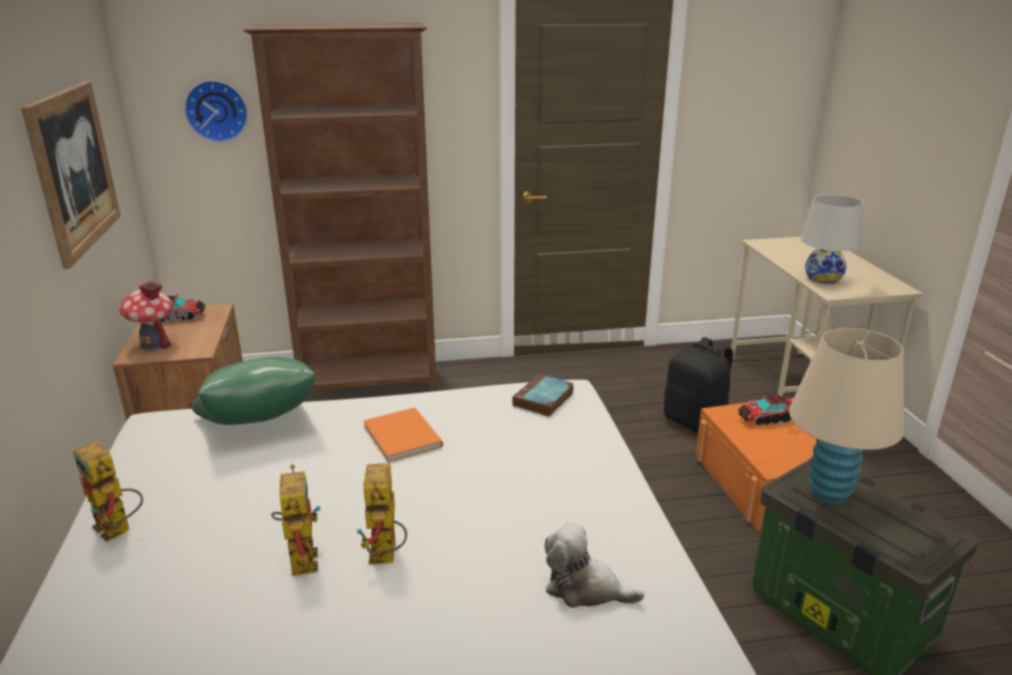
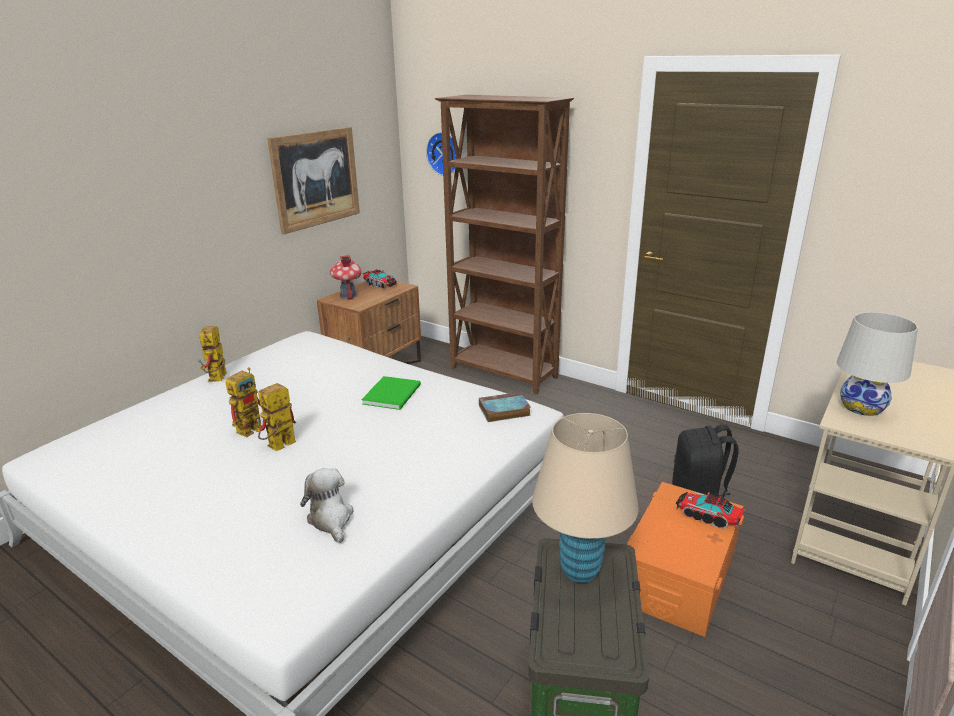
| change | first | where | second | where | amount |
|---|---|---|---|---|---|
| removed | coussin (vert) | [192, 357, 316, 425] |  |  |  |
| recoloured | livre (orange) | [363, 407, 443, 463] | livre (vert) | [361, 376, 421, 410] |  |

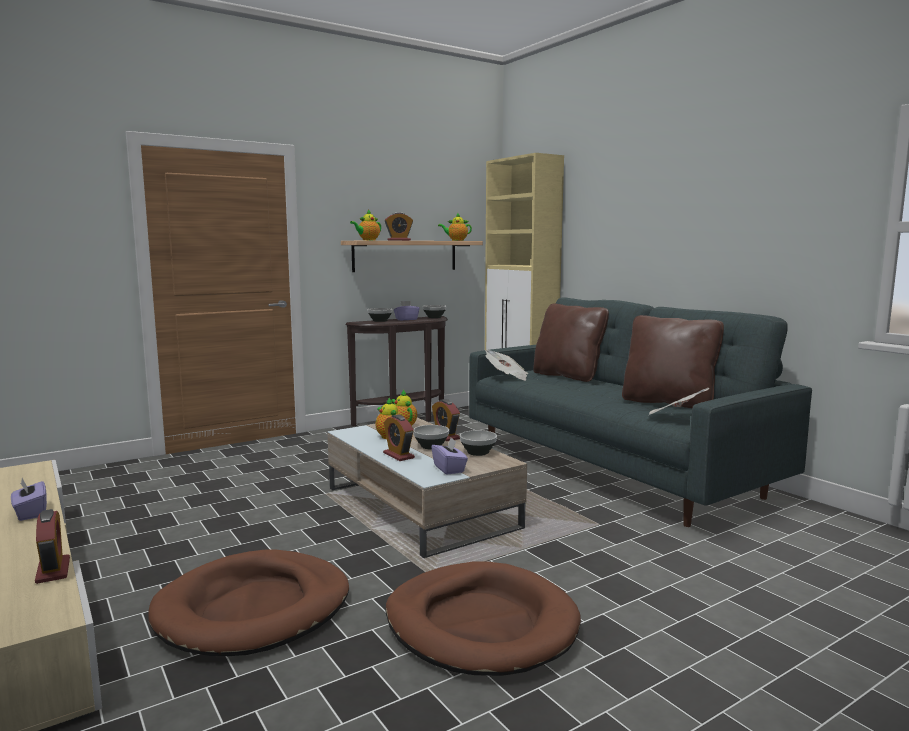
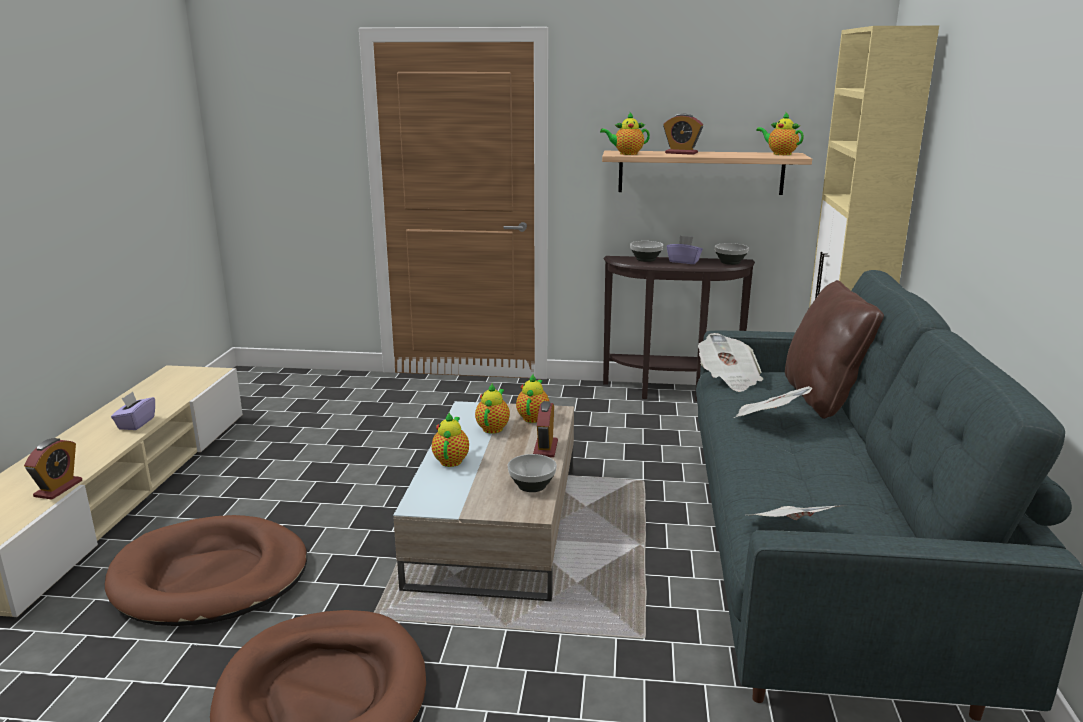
| change | first | where | second | where | amount |
|---|---|---|---|---|---|
| replaced | réveil | [383, 414, 415, 461] | théière | [432, 412, 469, 467] |  |
| removed | bol | [413, 425, 449, 449] |  |  |  |
| removed | boîte à mouchoirs (violet) | [431, 438, 468, 475] |  |  |  |
| removed | coussin (marron) | [622, 315, 724, 408] |  |  |  |
| added |  |  | journal | [734, 386, 812, 418] |  |

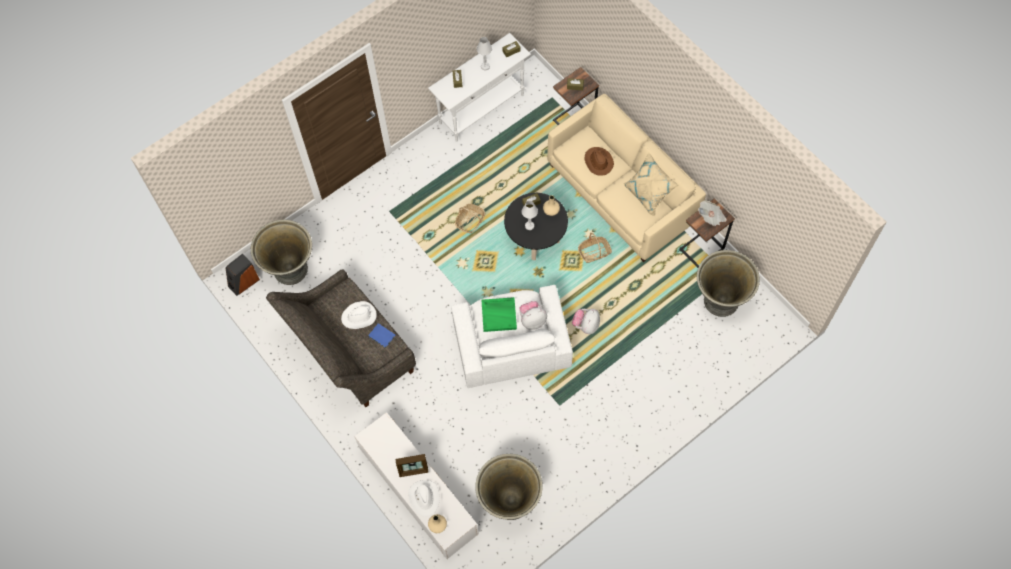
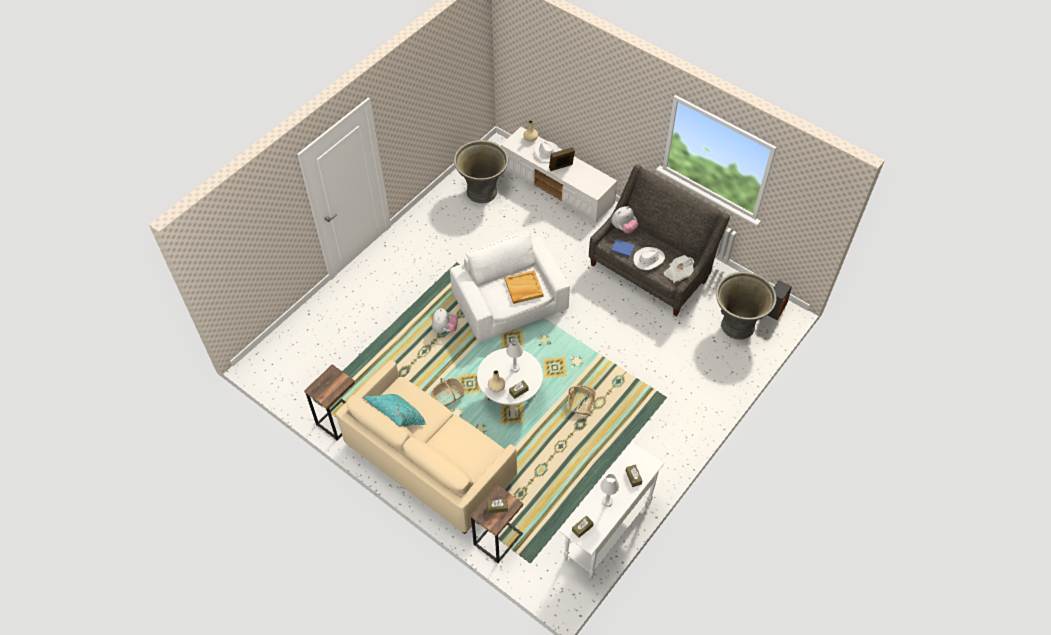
| change | first | where | second | where | amount |
|---|---|---|---|---|---|
| recoloured | plateau (vert) | [481, 297, 517, 332] | plateau (beige) | [505, 270, 543, 304] |  |
| recoloured | table basse (noir) | [504, 193, 568, 260] | table basse (blanc) | [477, 348, 543, 418] |  |
| moved | peluche | [519, 301, 547, 330] |  | [611, 206, 638, 233] |  |
| removed | chapeau (marron) | [585, 147, 614, 176] |  |  |  |
| recoloured | coussin (beige) | [623, 152, 679, 216] | coussin (turquoise) | [364, 394, 426, 426] |  |
| removed | cache-pot (gris) | [697, 250, 760, 317] |  |  |  |
| moved | journal | [698, 200, 727, 226] |  | [664, 255, 694, 283] |  |

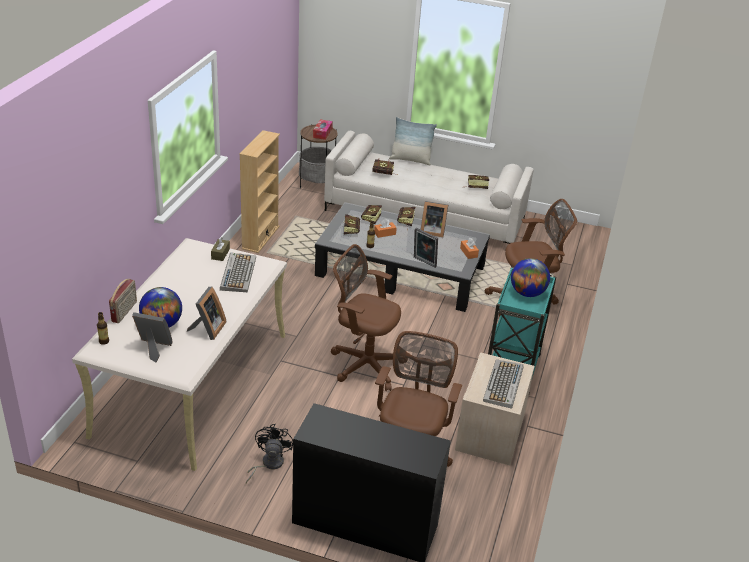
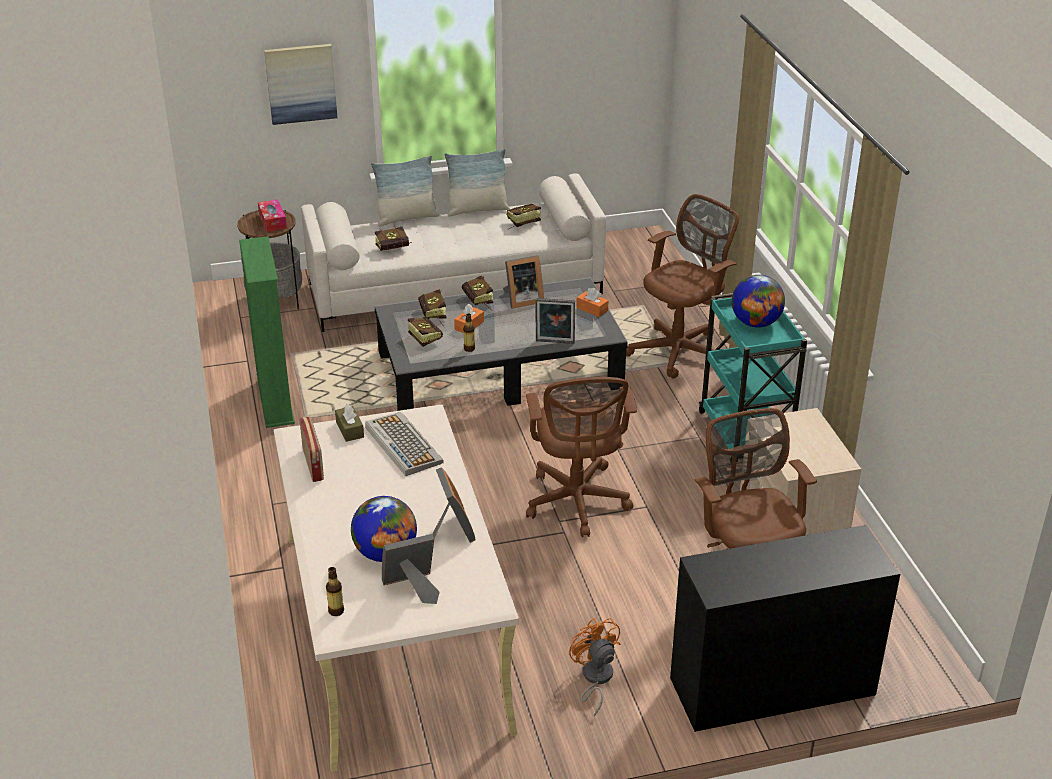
| change | first | where | second | where | amount |
|---|---|---|---|---|---|
| moved | radio | [109, 279, 137, 323] |  | [299, 417, 324, 482] |  |
| recoloured | bibliothèque (beige) | [239, 130, 280, 253] | bibliothèque (vert) | [239, 236, 295, 428] |  |
| recoloured | ventilateur (noir) | [246, 424, 293, 483] | ventilateur (orange) | [569, 618, 621, 716] |  |
| turned | chaise de bureau (marron) | [331, 244, 401, 391] |  | [526, 377, 637, 537] | 90 degrees counterclockwise |
| removed | clavier | [483, 359, 524, 409] |  |  |  |
| added |  |  | tableau | [264, 44, 337, 125] |  |
| added |  |  | coussin | [444, 149, 510, 216] |  |

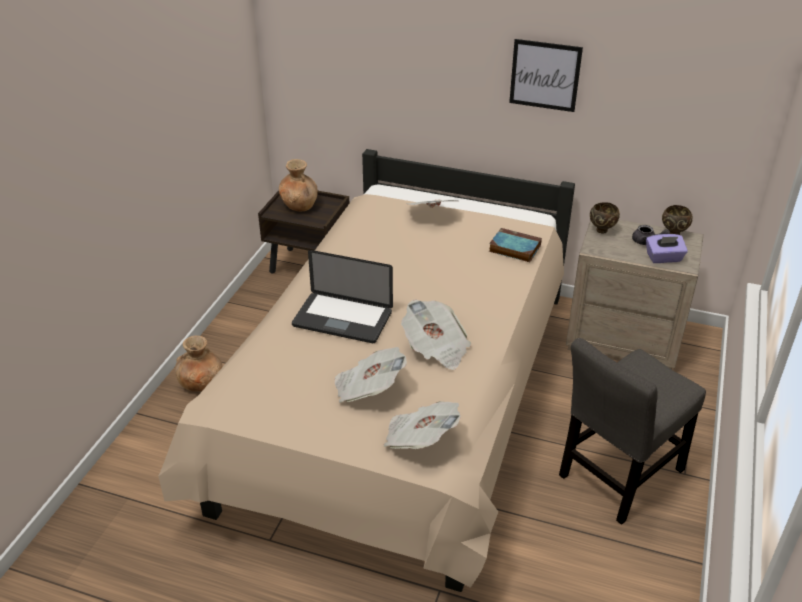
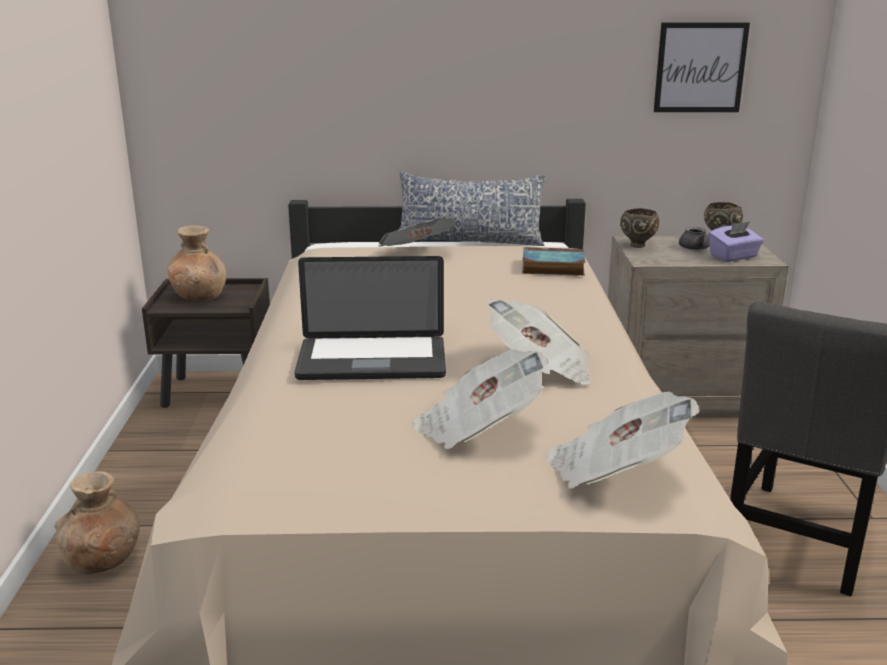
| change | first | where | second | where | amount |
|---|---|---|---|---|---|
| moved | tableau | [509, 39, 583, 112] |  | [654, 22, 750, 112] |  |
| added |  |  | coussin | [399, 172, 546, 246] |  |

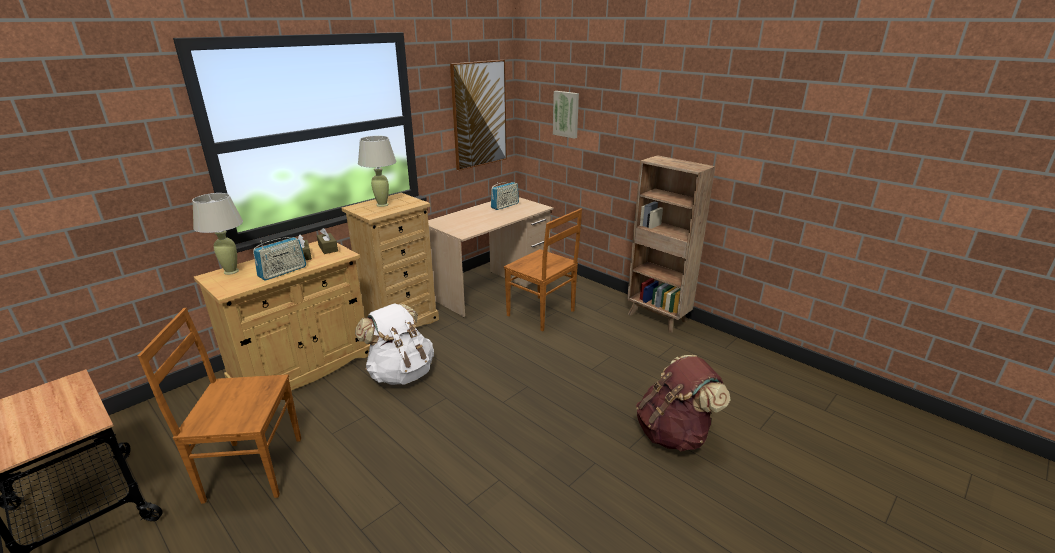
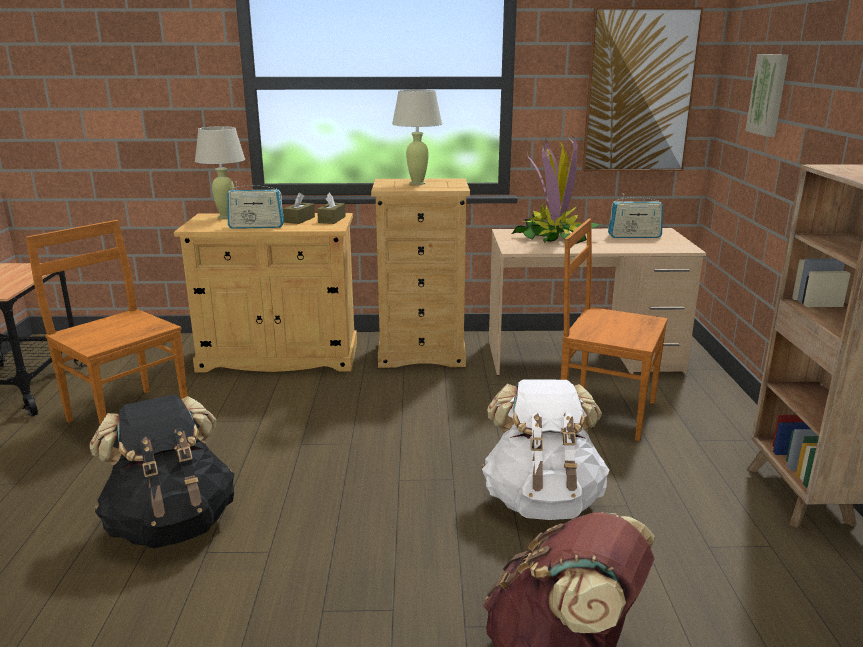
| change | first | where | second | where | amount |
|---|---|---|---|---|---|
| moved | sac à dos (blanc) | [355, 303, 434, 385] |  | [482, 379, 609, 520] |  |
| turned | chaise (marron) | [504, 208, 582, 332] |  | [561, 219, 668, 441] | 120 degrees clockwise |
| added |  |  | sac à dos (noir) | [90, 395, 235, 548] |  |
| added |  |  | plante en pot | [512, 133, 601, 244] |  |

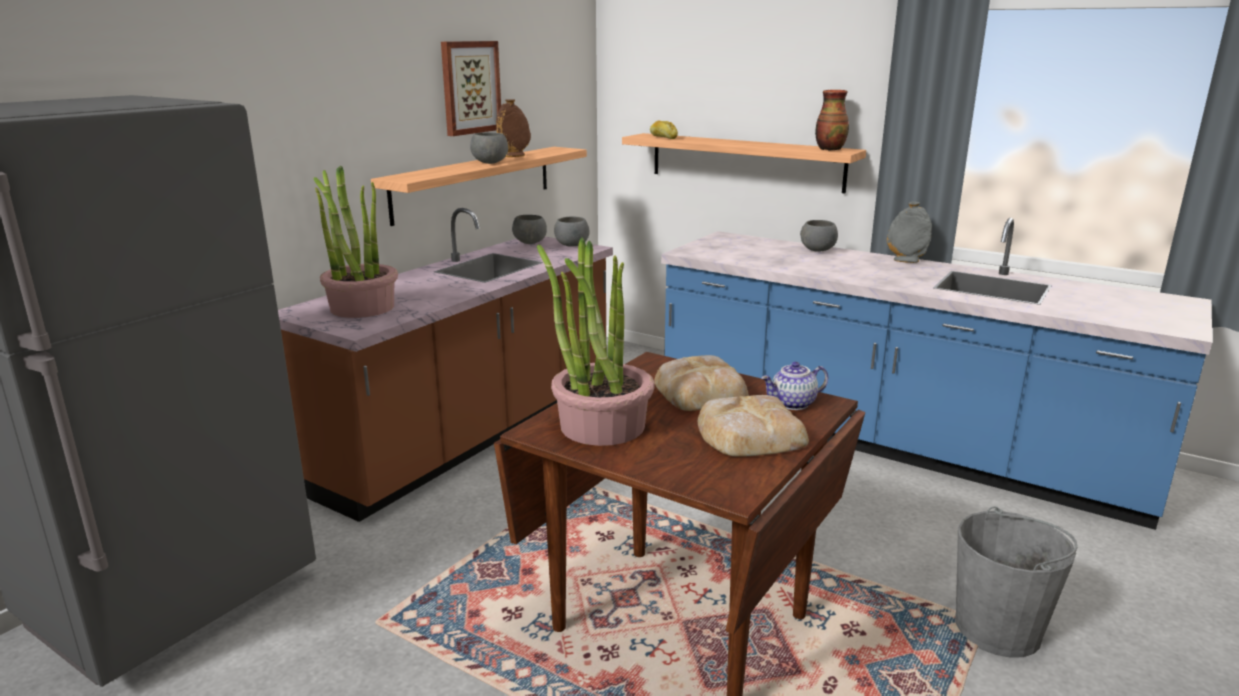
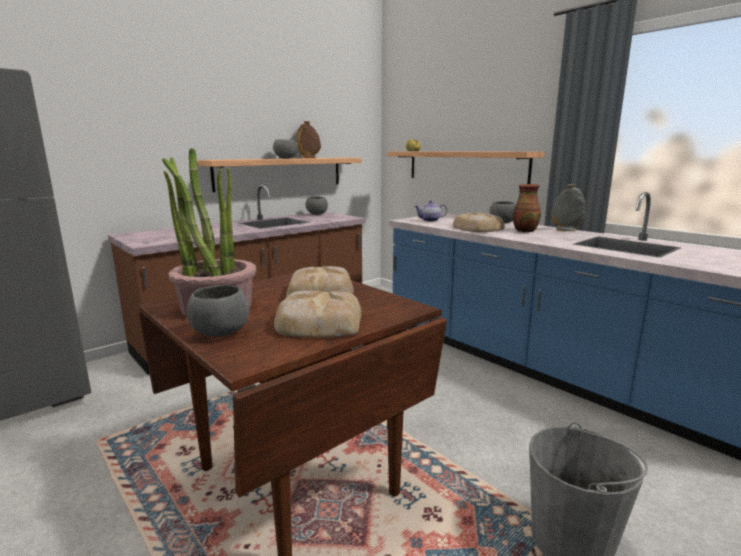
| change | first | where | second | where | amount |
|---|---|---|---|---|---|
| removed | plante en pot | [313, 166, 398, 318] |  |  |  |
| removed | tableau | [441, 41, 501, 136] |  |  |  |
| moved | bol (gris) | [554, 217, 590, 247] |  | [187, 285, 250, 336] |  |
| moved | théière | [761, 362, 828, 410] |  | [414, 201, 447, 222] |  |
| moved | vase | [815, 90, 849, 151] |  | [513, 184, 541, 232] |  |
| added |  |  | pain | [453, 212, 505, 232] |  |

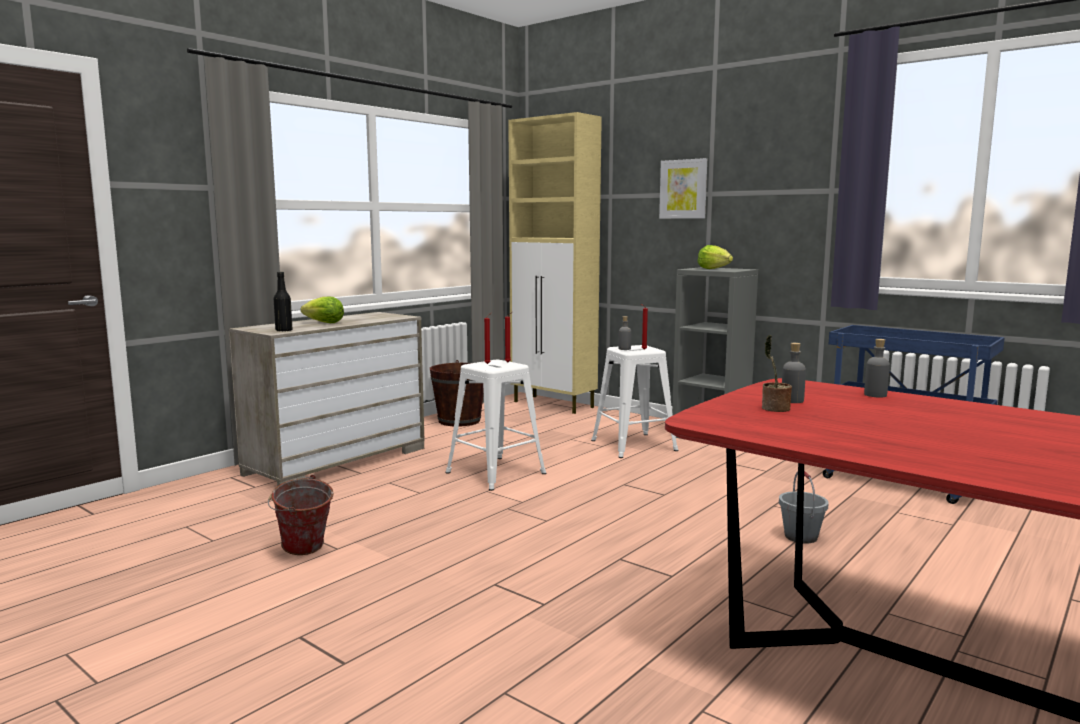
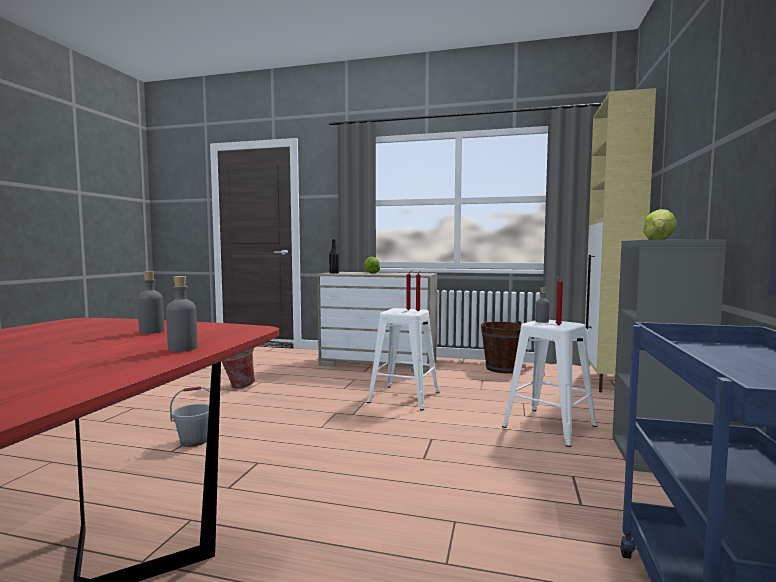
| change | first | where | second | where | amount |
|---|---|---|---|---|---|
| removed | tableau | [659, 158, 707, 219] |  |  |  |
| removed | plante en pot | [762, 335, 792, 412] |  |  |  |
| moved | seau (gris) | [779, 471, 829, 544] |  | [170, 386, 210, 447] |  |

